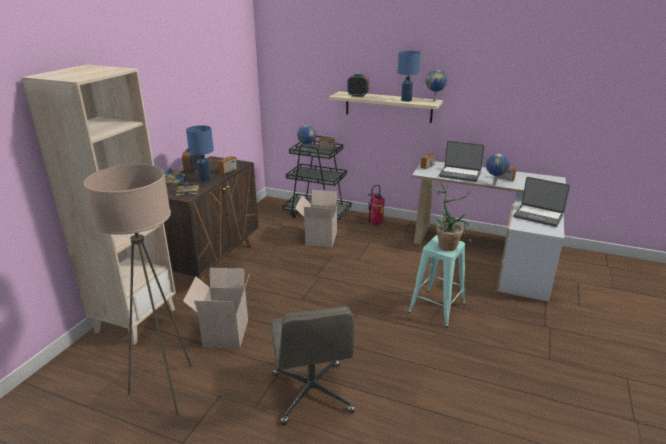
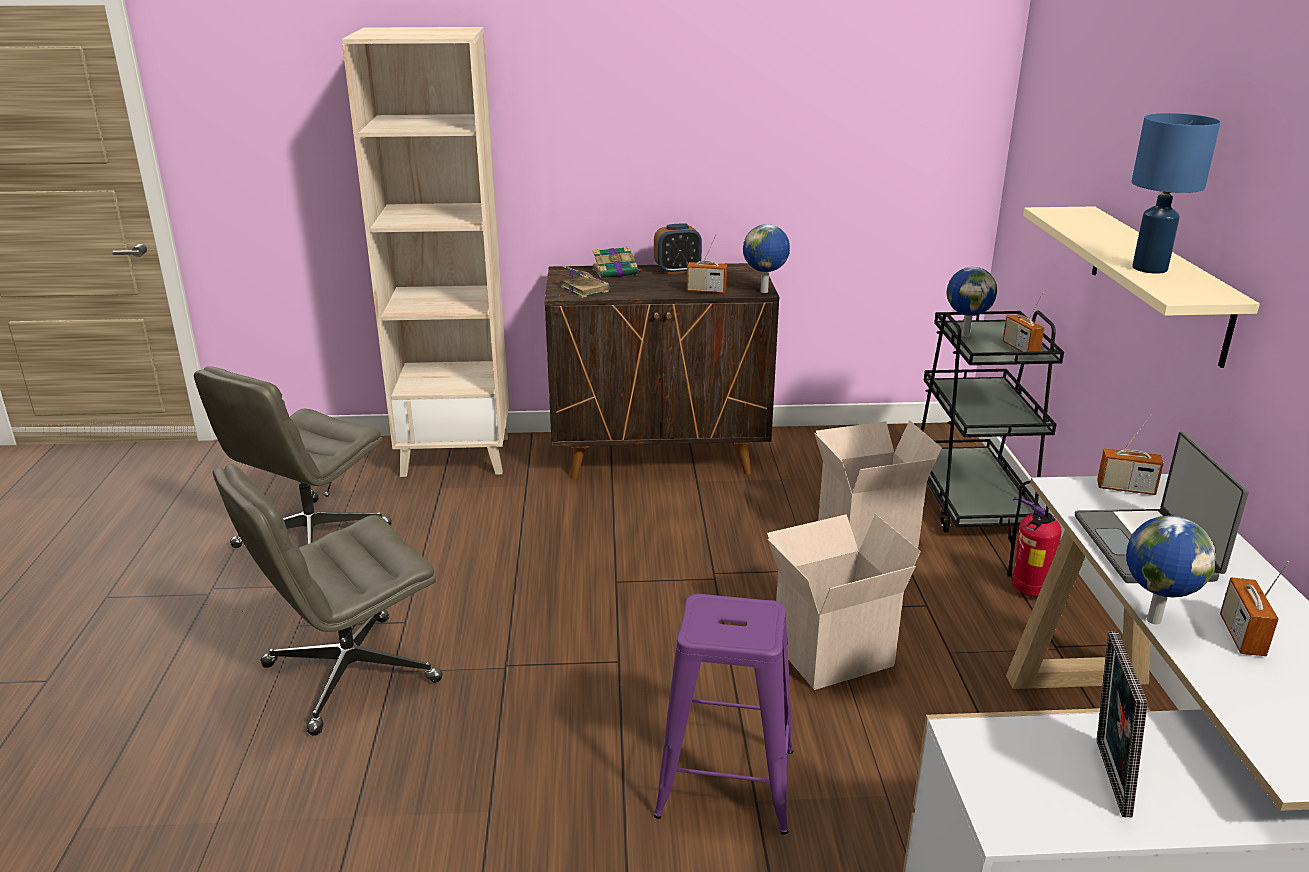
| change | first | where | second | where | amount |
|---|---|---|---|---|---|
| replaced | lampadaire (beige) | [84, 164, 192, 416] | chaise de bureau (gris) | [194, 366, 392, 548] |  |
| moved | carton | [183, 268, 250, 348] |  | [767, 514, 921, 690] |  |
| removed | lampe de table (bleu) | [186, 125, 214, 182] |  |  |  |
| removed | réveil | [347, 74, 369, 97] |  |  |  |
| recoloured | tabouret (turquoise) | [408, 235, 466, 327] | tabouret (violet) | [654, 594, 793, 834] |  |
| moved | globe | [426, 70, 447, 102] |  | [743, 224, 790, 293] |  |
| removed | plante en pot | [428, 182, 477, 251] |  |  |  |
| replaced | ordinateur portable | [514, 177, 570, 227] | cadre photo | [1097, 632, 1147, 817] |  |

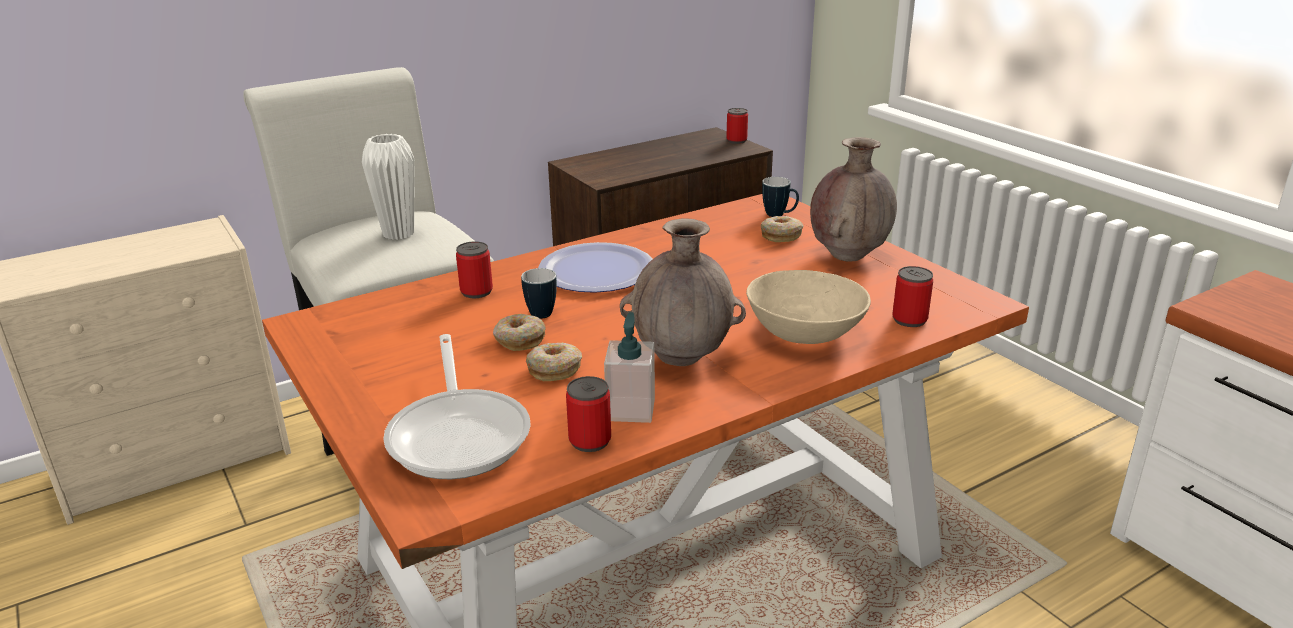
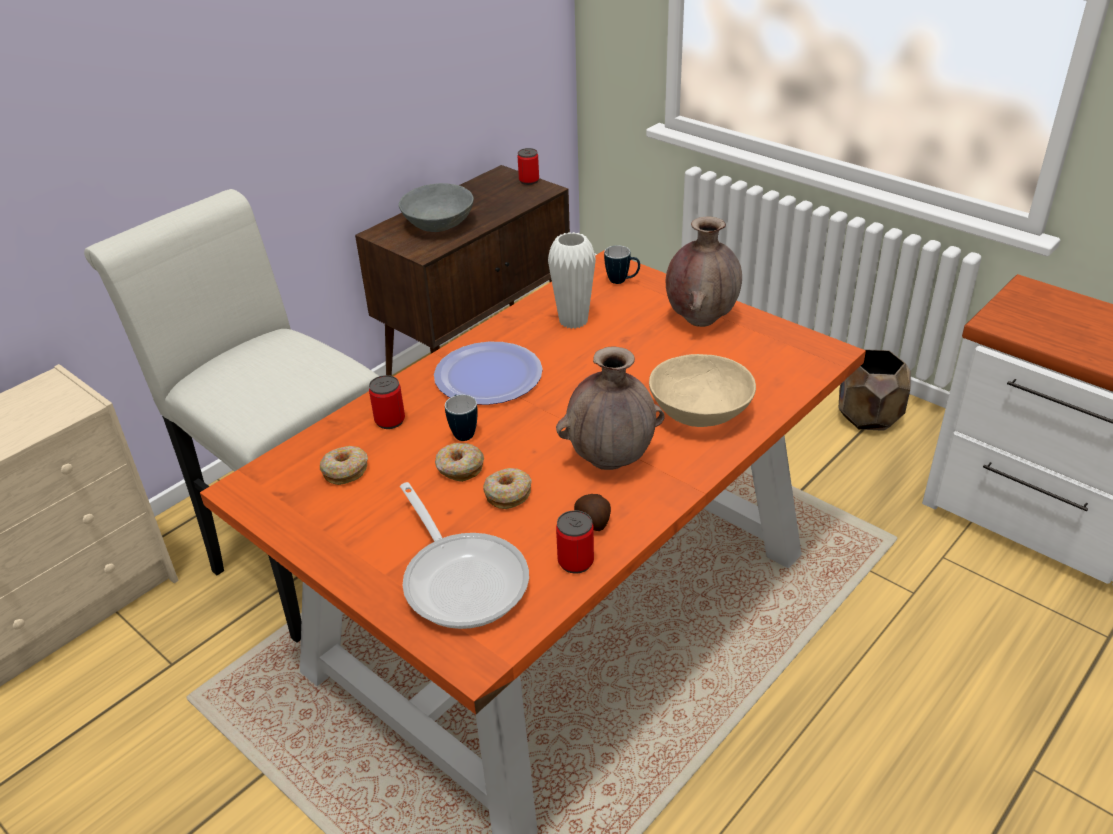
| change | first | where | second | where | amount |
|---|---|---|---|---|---|
| moved | vase (blanc) | [362, 134, 415, 240] |  | [548, 232, 596, 329] |  |
| replaced | distributeur de savon | [604, 312, 655, 423] | pomme de terre | [574, 494, 611, 531] |  |
| moved | beignet | [761, 216, 804, 242] |  | [320, 446, 368, 485] |  |
| removed | boîte métallique | [892, 266, 933, 327] |  |  |  |
| added |  |  | bol (gris) | [399, 183, 474, 232] |  |
| added |  |  | cache-pot (marron) | [839, 349, 911, 431] |  |

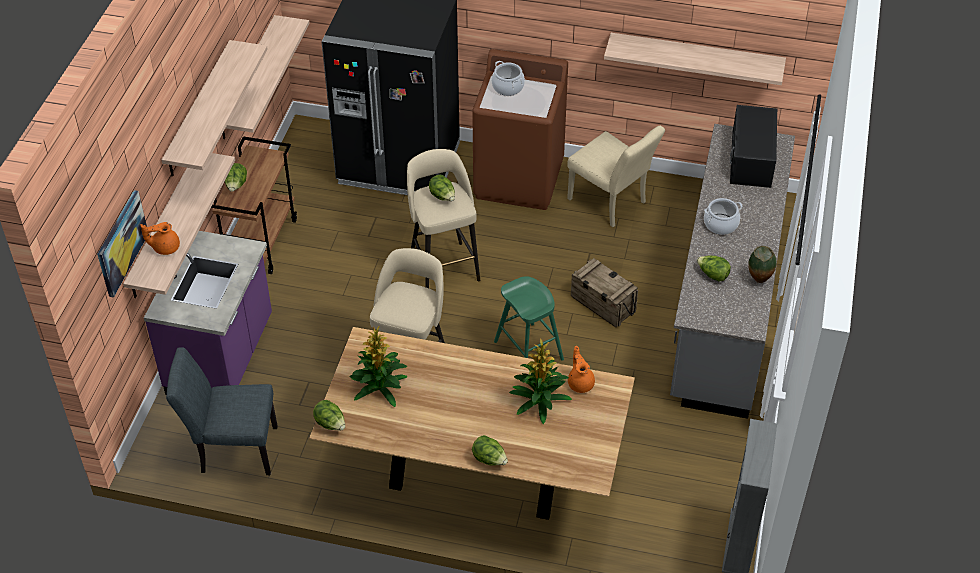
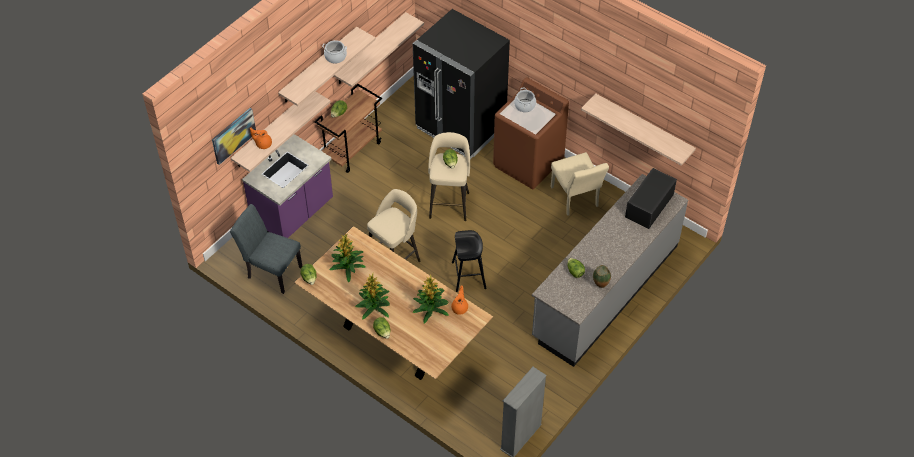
| change | first | where | second | where | amount |
|---|---|---|---|---|---|
| recoloured | tabouret (vert) | [494, 276, 564, 361] | tabouret (noir) | [452, 230, 486, 292] |  |
| removed | caisse | [571, 258, 638, 327] |  |  |  |
| moved | marmite | [704, 198, 743, 235] |  | [322, 40, 347, 64] |  |
| added |  |  | plante en pot | [355, 273, 390, 320] |  |

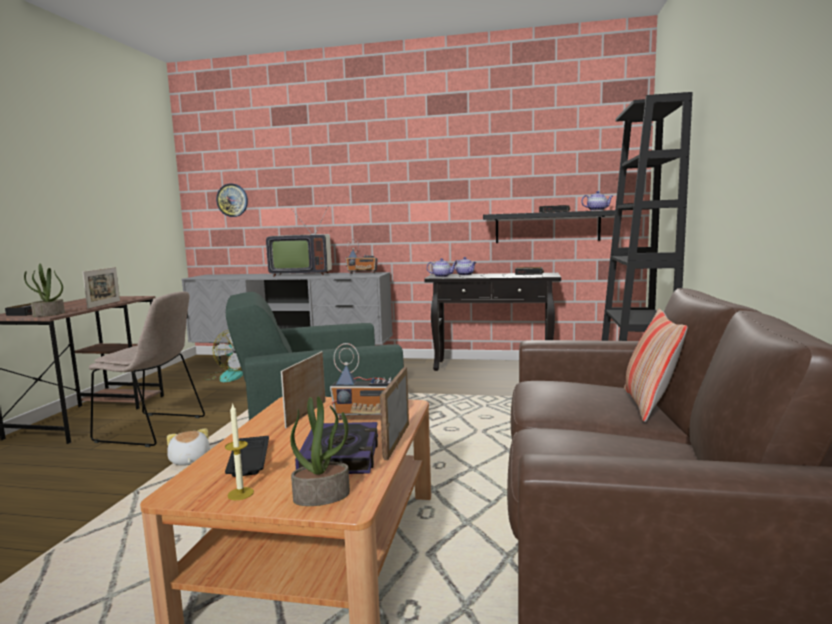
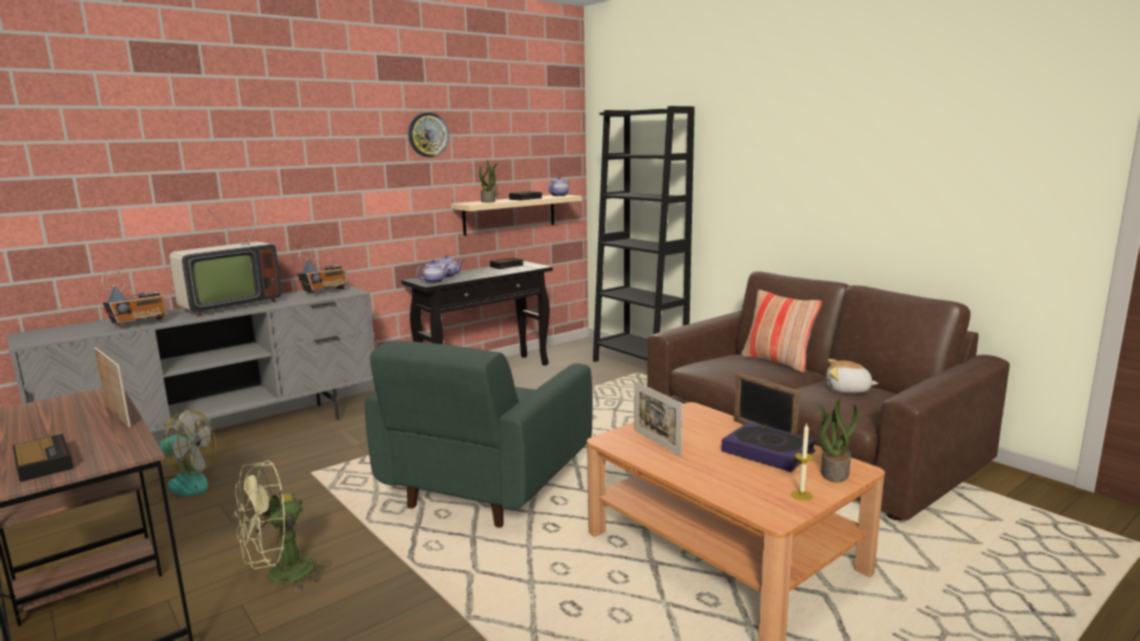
| change | first | where | second | where | amount |
|---|---|---|---|---|---|
| moved | plante en pot | [24, 264, 65, 317] |  | [479, 160, 498, 203] |  |
| replaced | chaise (beige) | [89, 291, 205, 447] | ventilateur (vert) | [234, 460, 332, 591] |  |
| moved | peluche | [167, 428, 210, 466] |  | [826, 359, 878, 394] |  |
| moved | horloge murale | [216, 183, 248, 217] |  | [408, 113, 449, 157] |  |
| removed | plateau (noir) | [225, 436, 269, 477] |  |  |  |
| moved | radio | [330, 343, 392, 420] |  | [102, 270, 167, 327] |  |
| recoloured | étagère (noir) | [483, 210, 615, 243] | étagère (beige) | [451, 195, 582, 235] |  |

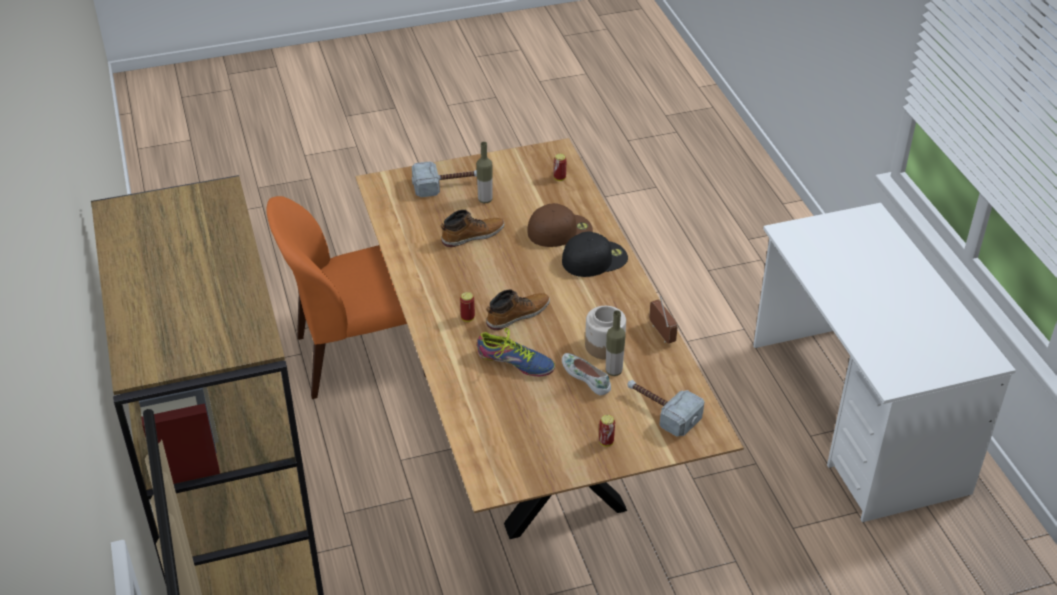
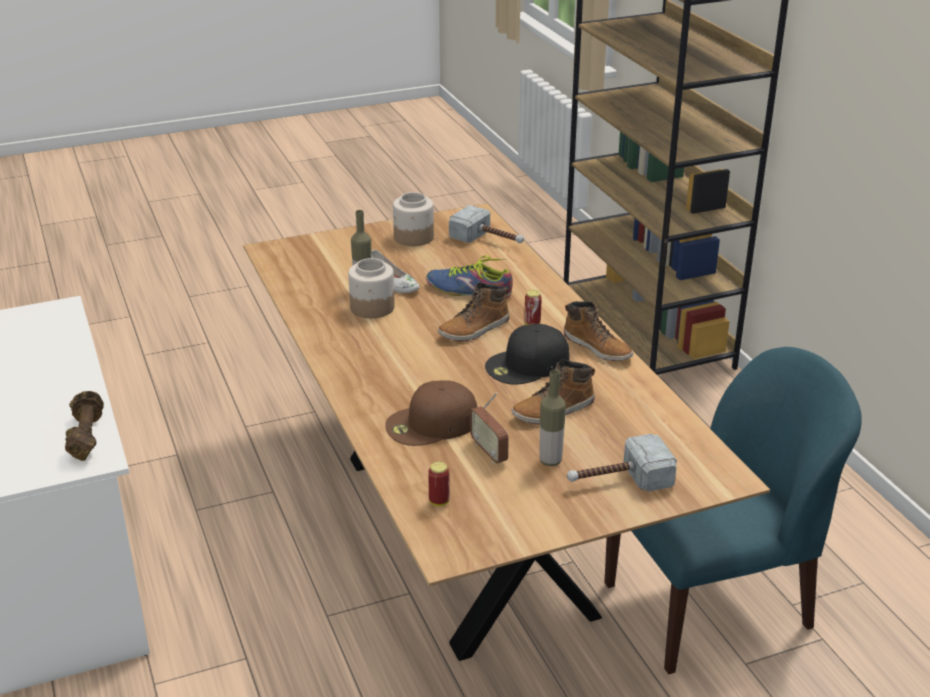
| change | first | where | second | where | amount |
|---|---|---|---|---|---|
| recoloured | chaise (orange) | [266, 196, 426, 399] | chaise (bleu) | [604, 347, 862, 674] |  |
| moved | casquette (noir) | [562, 231, 628, 277] |  | [485, 324, 570, 385] |  |
| removed | boîte métallique | [599, 415, 615, 447] |  |  |  |
| moved | marteau | [628, 380, 705, 437] |  | [449, 205, 524, 243] |  |
| moved | radio | [649, 296, 678, 344] |  | [470, 393, 509, 464] |  |
| added |  |  | haltère (marron) | [65, 391, 104, 461] |  |
| added |  |  | bocal | [393, 192, 434, 246] |  |
| added |  |  | botte | [564, 301, 633, 361] |  |

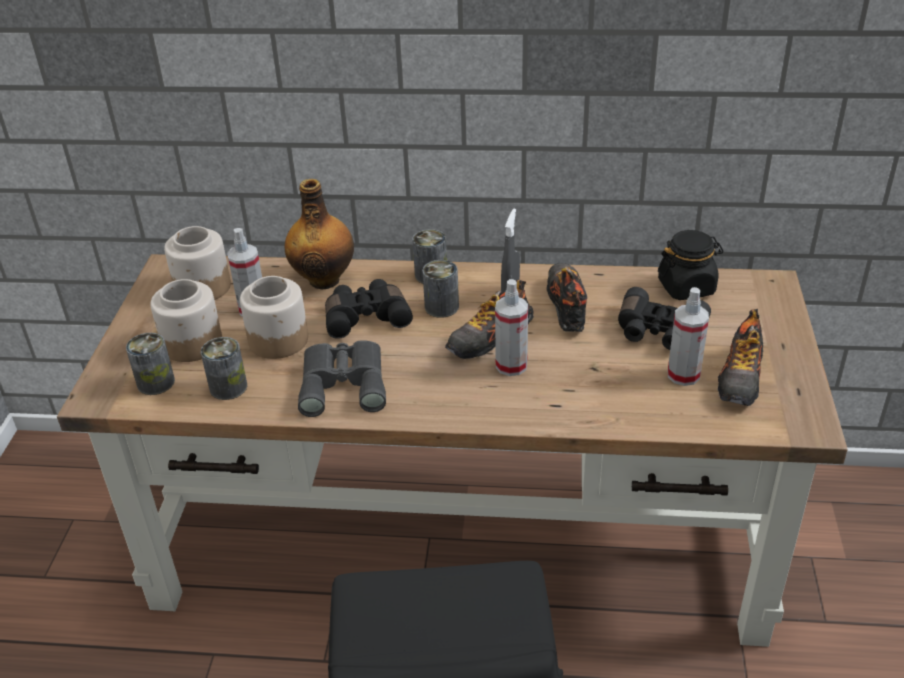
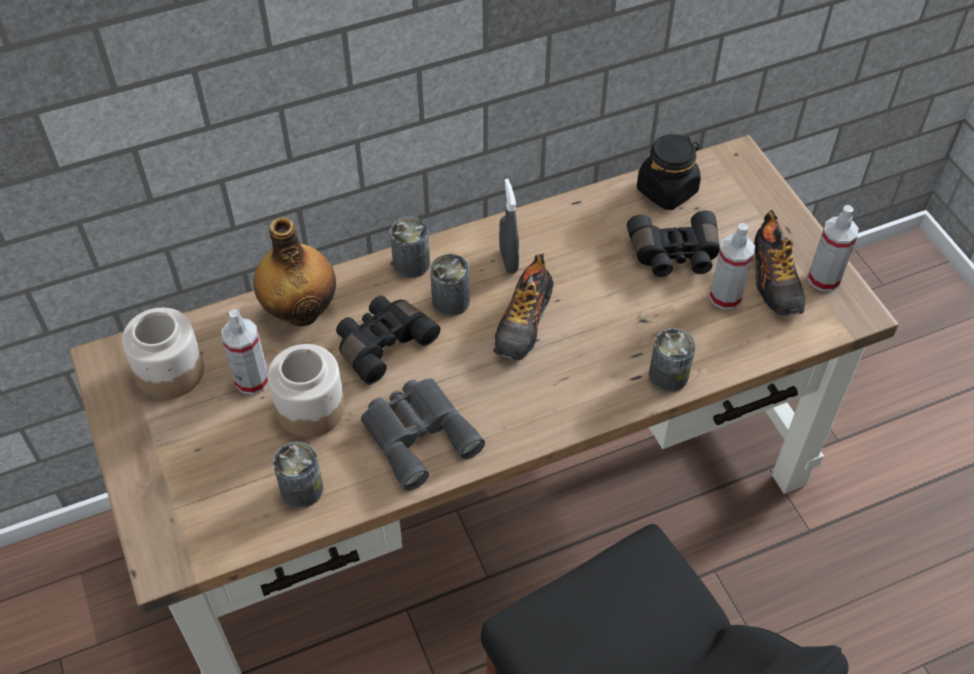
| change | first | where | second | where | amount |
|---|---|---|---|---|---|
| moved | boîte métallique | [126, 333, 175, 395] |  | [649, 328, 696, 392] |  |
| removed | bocal | [150, 279, 222, 362] |  |  |  |
| moved | vaporisateur | [495, 279, 528, 376] |  | [808, 205, 859, 292] |  |
| removed | chaussure | [546, 263, 587, 332] |  |  |  |

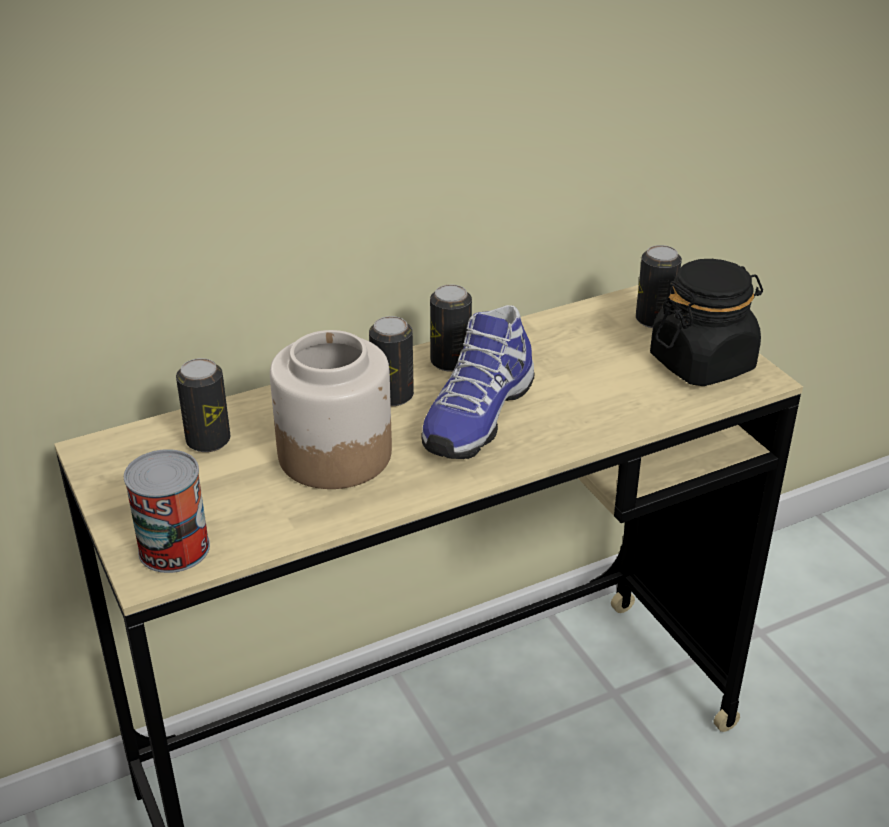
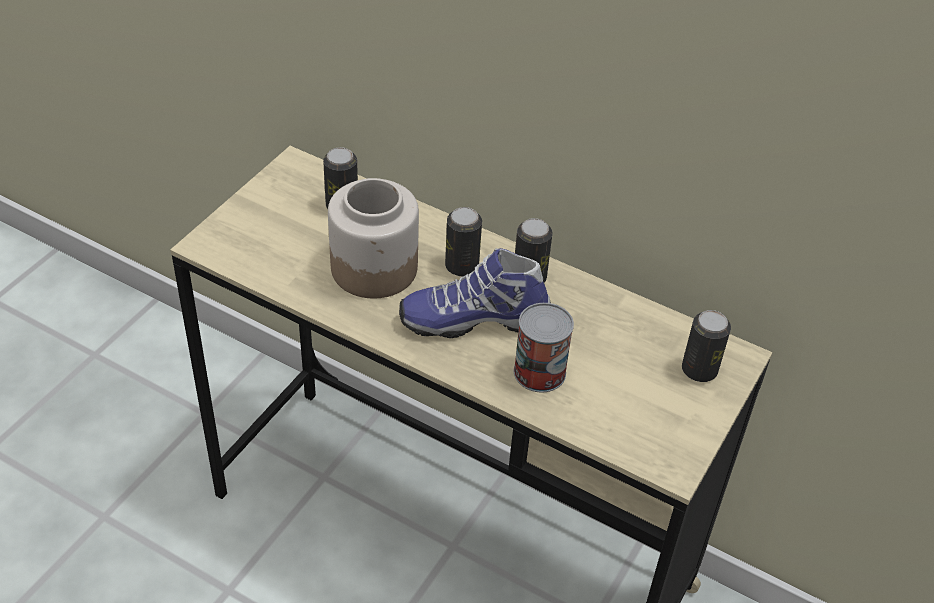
| change | first | where | second | where | amount |
|---|---|---|---|---|---|
| moved | boîte métallique | [124, 449, 210, 573] |  | [514, 303, 574, 392] |  |
| removed | bocal (noir) | [650, 259, 763, 386] |  |  |  |

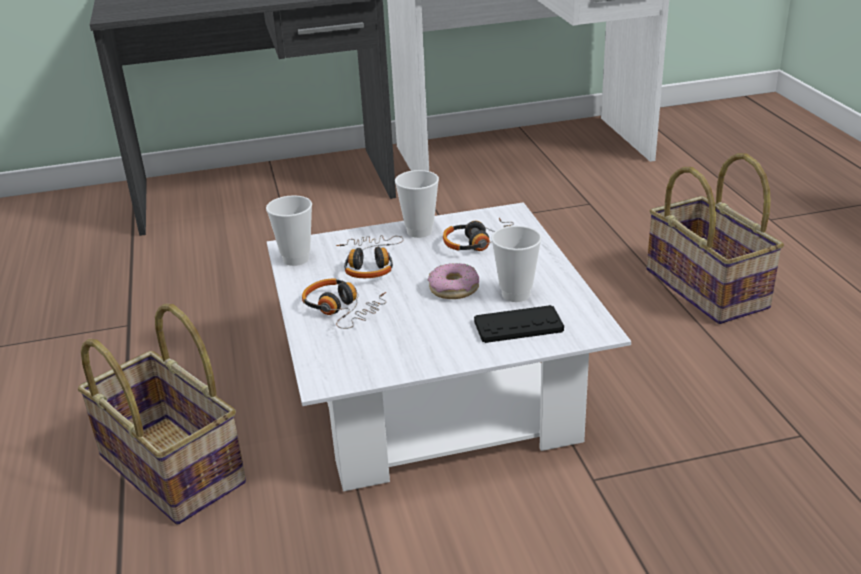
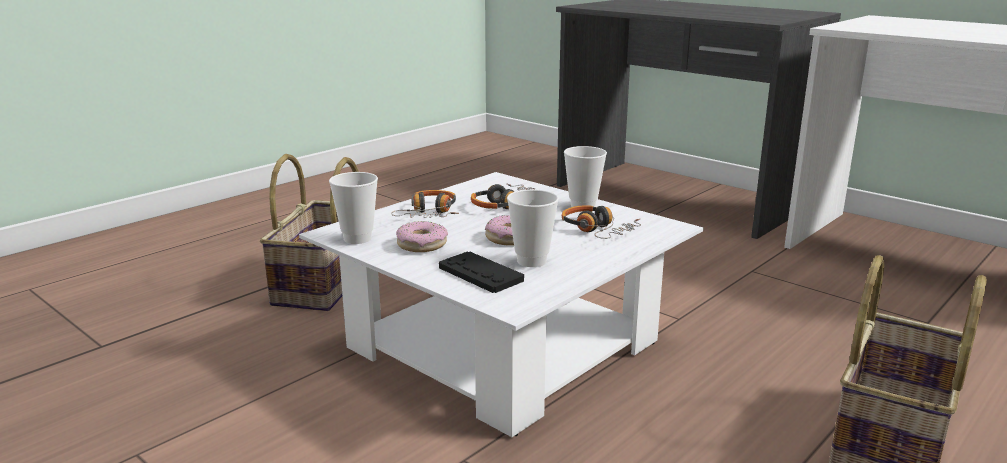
| change | first | where | second | where | amount |
|---|---|---|---|---|---|
| moved | tasse | [266, 195, 312, 266] |  | [329, 172, 378, 244] |  |
| added |  |  | beignet | [396, 221, 448, 252] |  |

